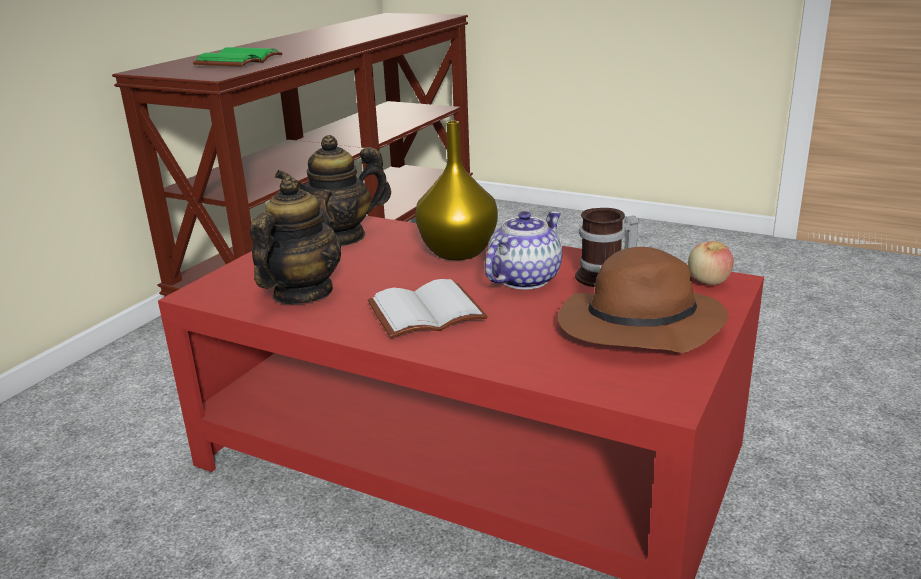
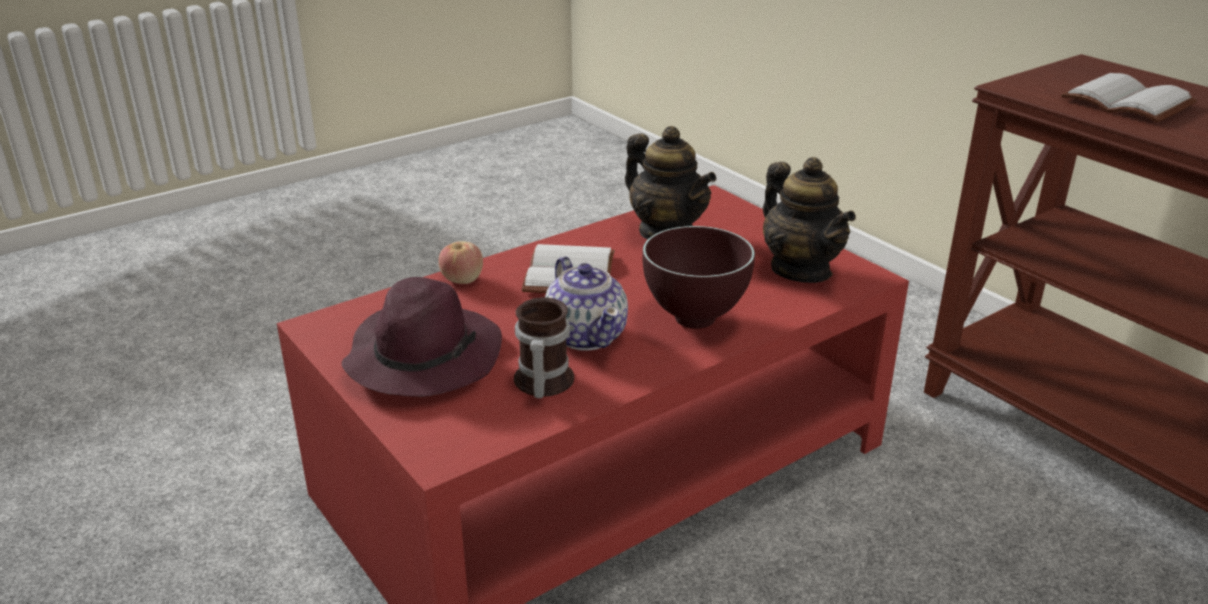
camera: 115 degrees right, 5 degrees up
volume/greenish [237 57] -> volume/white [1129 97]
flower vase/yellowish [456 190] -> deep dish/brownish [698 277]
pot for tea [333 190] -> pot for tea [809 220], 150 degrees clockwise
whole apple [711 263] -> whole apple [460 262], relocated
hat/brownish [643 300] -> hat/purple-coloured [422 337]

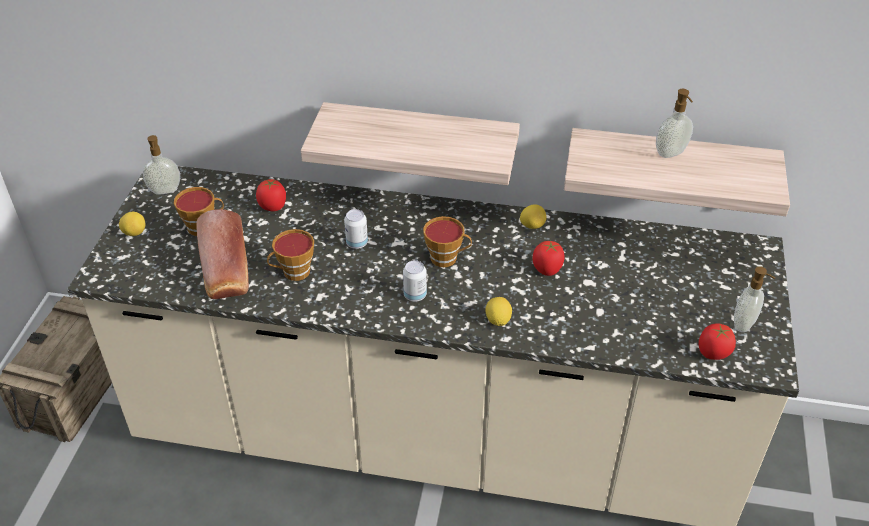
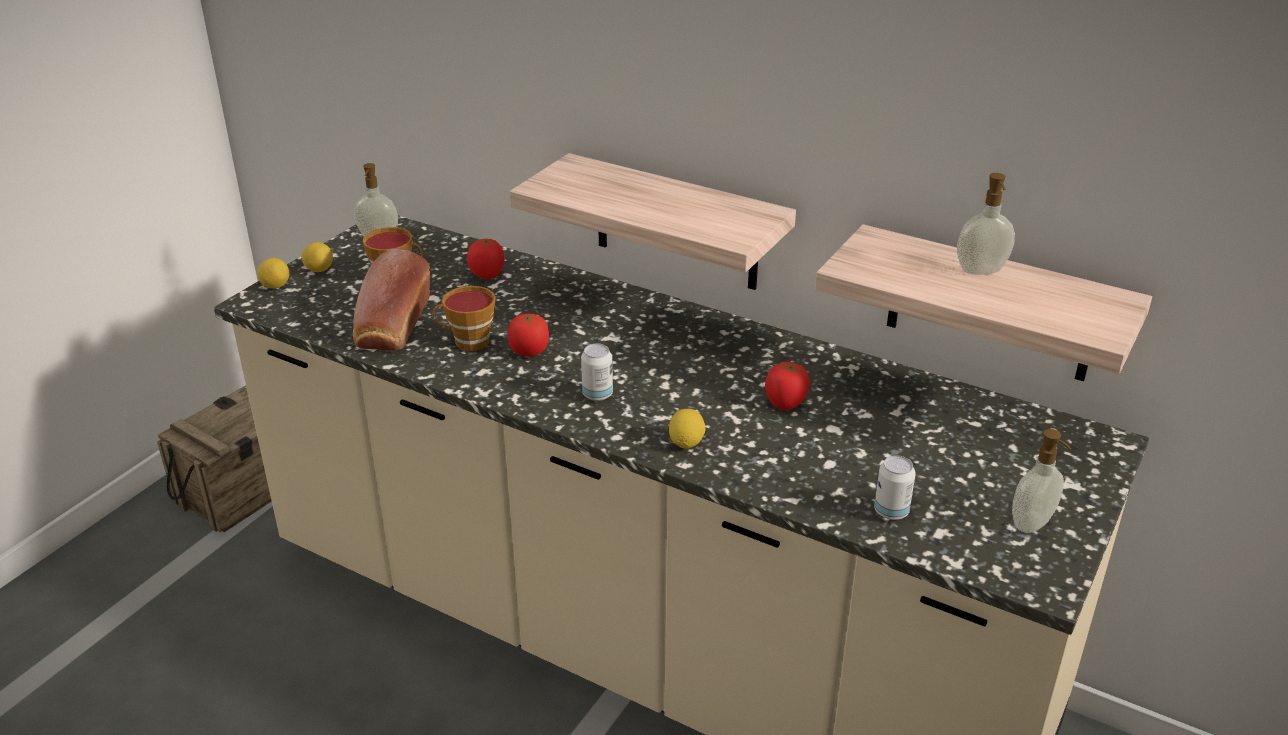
camera: 20 degrees right, 10 degrees down
citrus fruit [533 216] -> citrus fruit [273 273], relocated
sealed can [356 229] -> sealed can [895 487], relocated
small cup [447 241] -> none
fresh tomato [717 341] -> fresh tomato [528 335], relocated

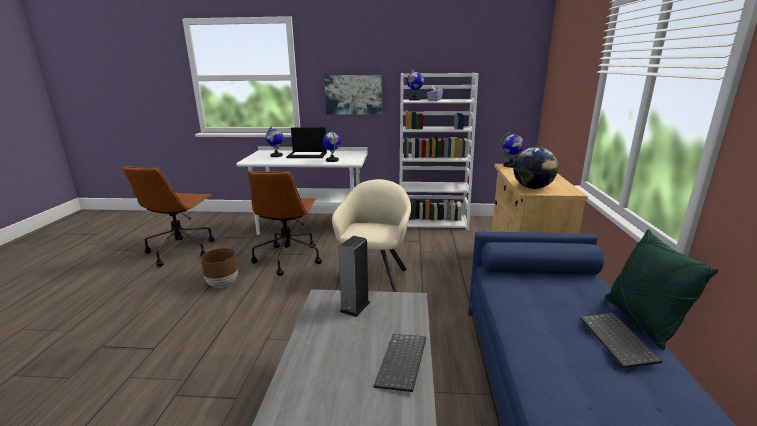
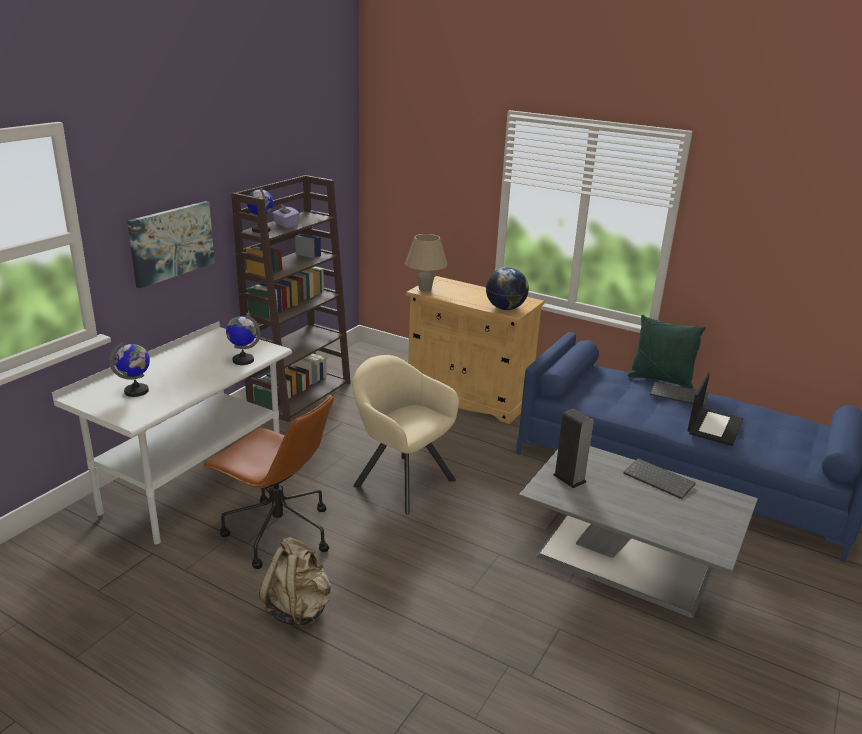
camera: 65 degrees left, 5 degrees up
bookshelf/white [439 151] -> bookshelf/brownish [291 298]
portable computer [306 142] -> portable computer [715 409], relocated
world globe [512 150] -> tabletop lamp/beige [426 263]
computer chair/brownish [168 216] -> none
plant pot/brownish [219 268] -> backpack/beige [295 583]

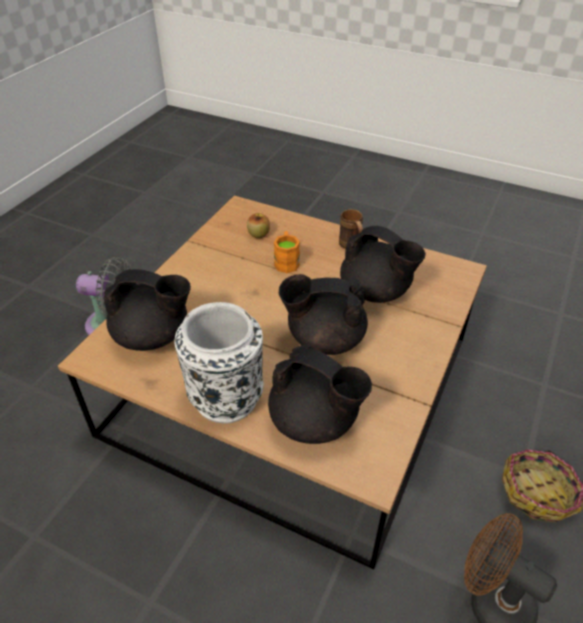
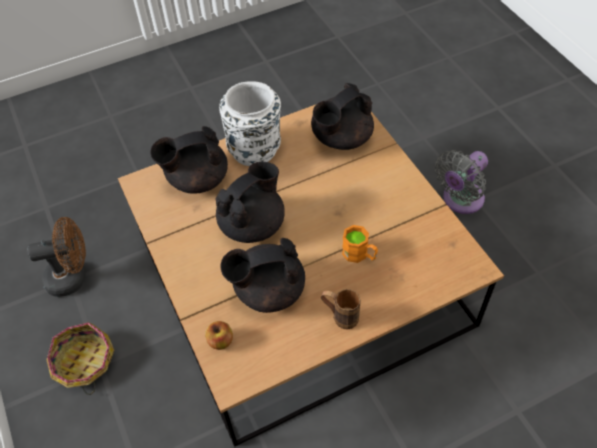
camera: 130 degrees right, 10 degrees up
whole apple [258 225] -> whole apple [219 335], relocated

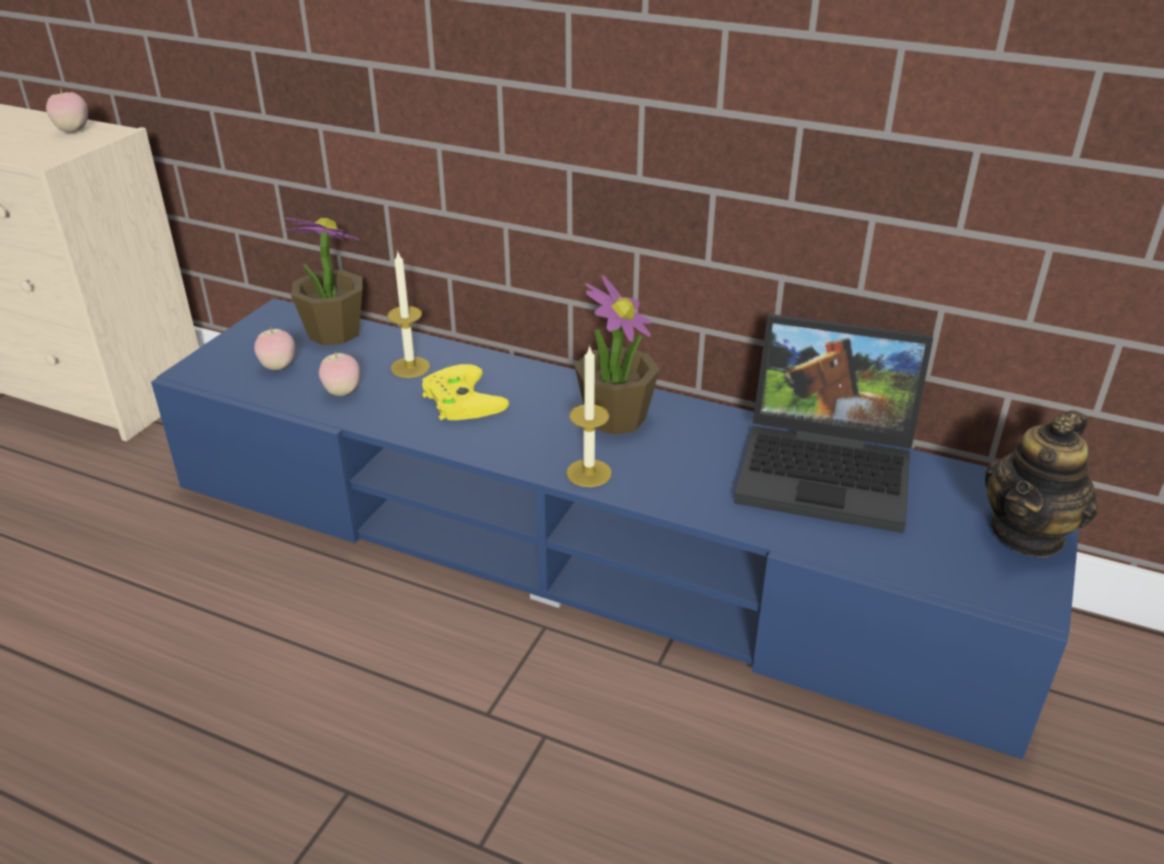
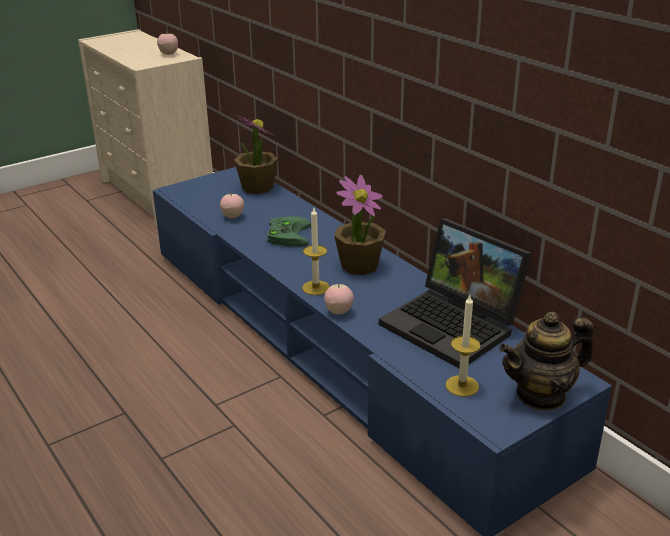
camera: 30 degrees right, 5 degrees down
wax light [408 314] -> wax light [462 346], relocated
whole apple [274 348] -> whole apple [339 299], relocated
gamepad/yellowish [465 392] -> gamepad/greenish [289 231]

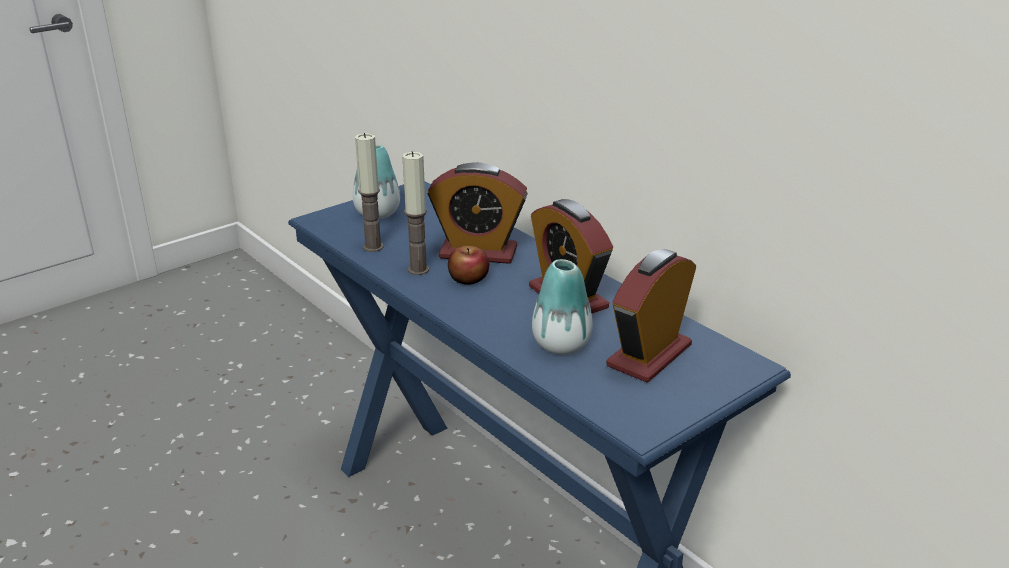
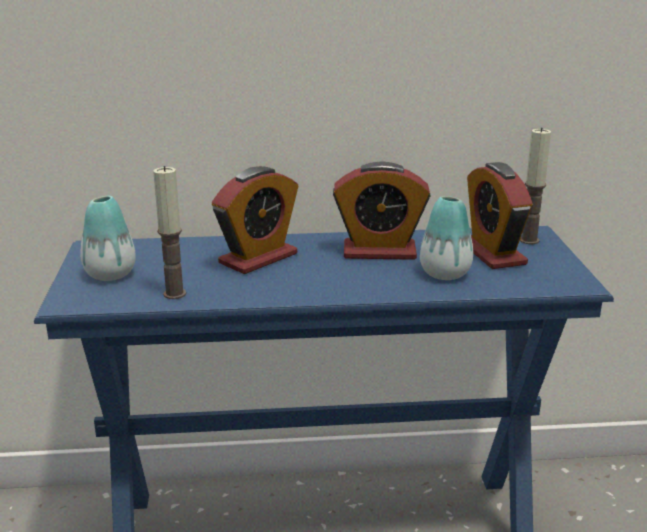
camera: 55 degrees left, 5 degrees down
wax light [415 213] -> wax light [535 185], relocated
whole apple [468 265] -> none

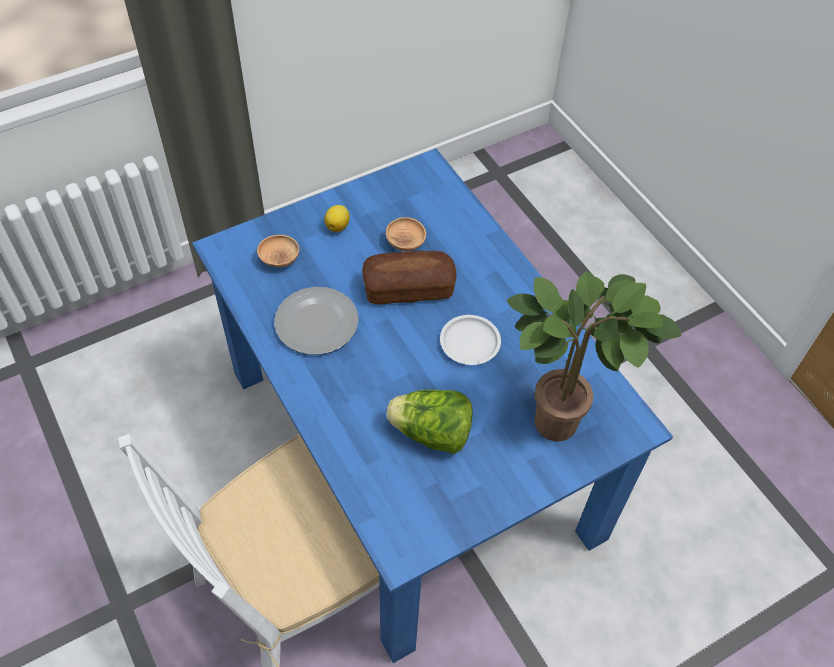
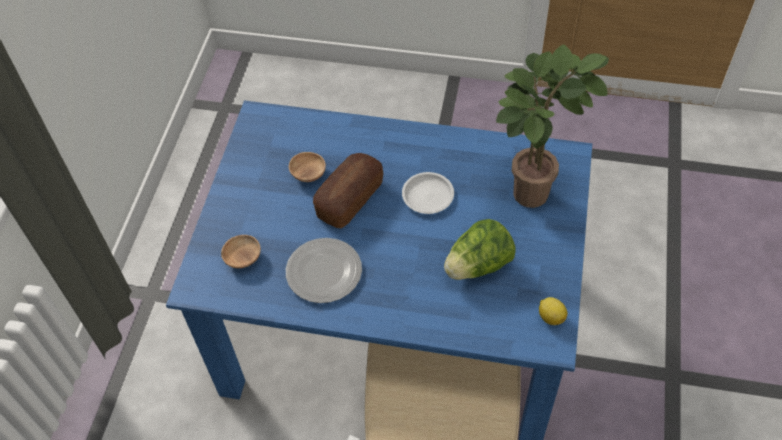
camera: 45 degrees left, 0 degrees up
citrus fruit [337 218] -> citrus fruit [553 311], relocated

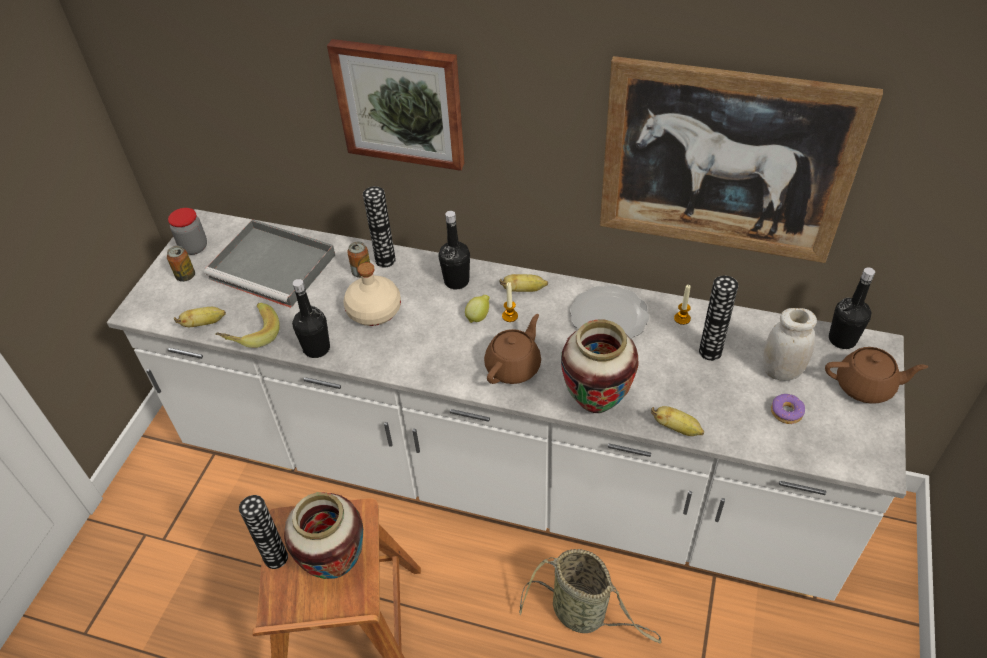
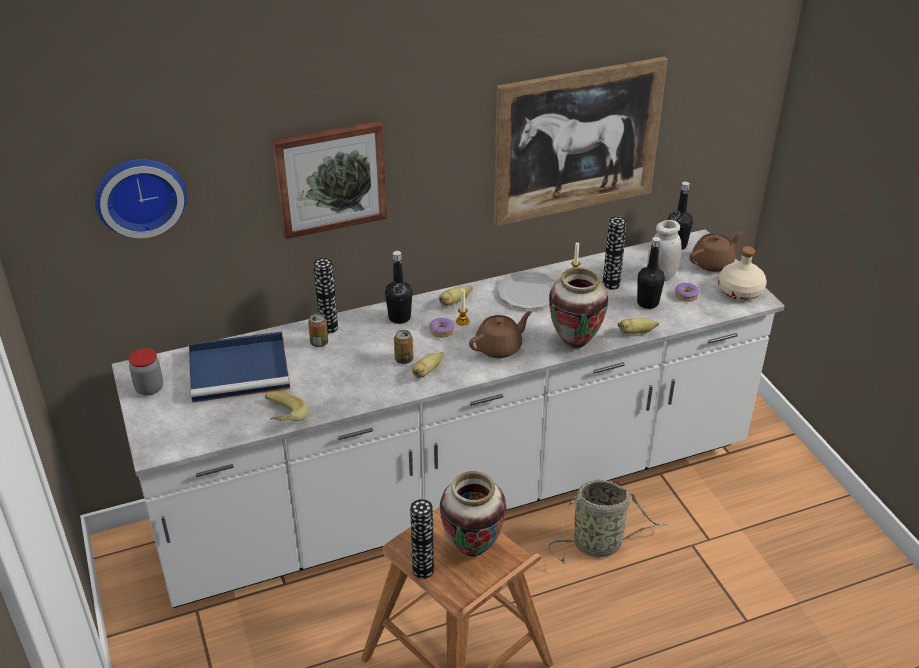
camera: 40 degrees left, 10 degrees down
serving tray/greyish [269 263] -> serving tray/blue-coloured [239 367]
sealed can [181 264] -> sealed can [403 347], relocated
drink bottle/beige [372 294] -> drink bottle/beige [742 273], relocated
drink bottle/black [311 318] -> drink bottle/black [651 273], relocated
citrus fruit [477 309] -> donut [441 327]
banana [200 317] -> banana [428 365], relocated
pot for tea/brownish [512 349] -> pot for tea/brownish [500 334], 60 degrees clockwise
none -> hanging clock [141 198]

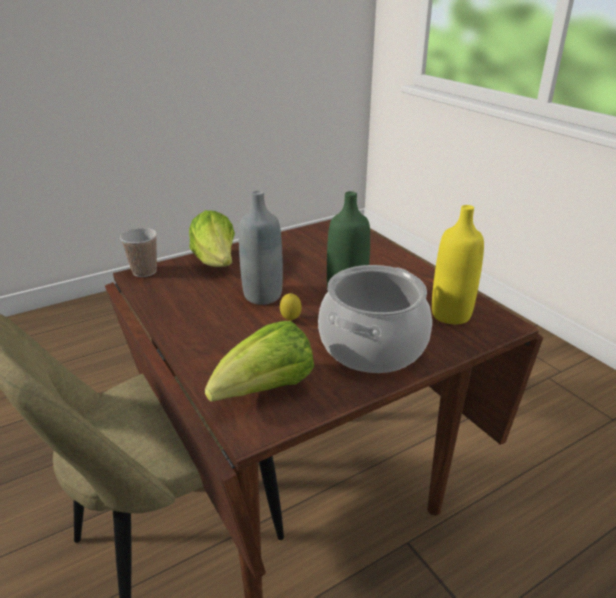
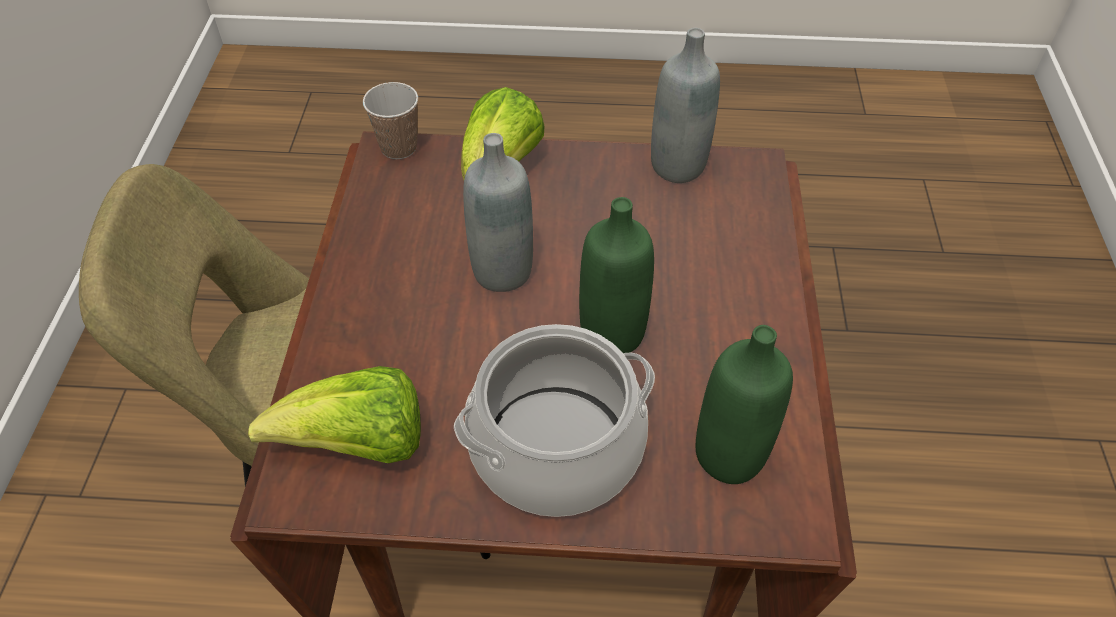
camera: 35 degrees right, 20 degrees up
drink bottle/yellowish [458 264] -> drink bottle/greenish [744 404]
citrus fruit [290 307] -> none
none -> drink bottle/greyish [685 105]

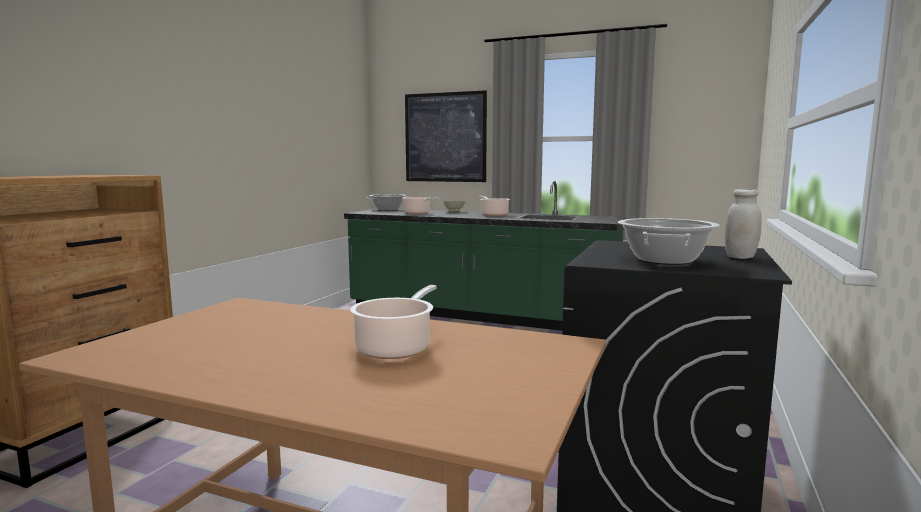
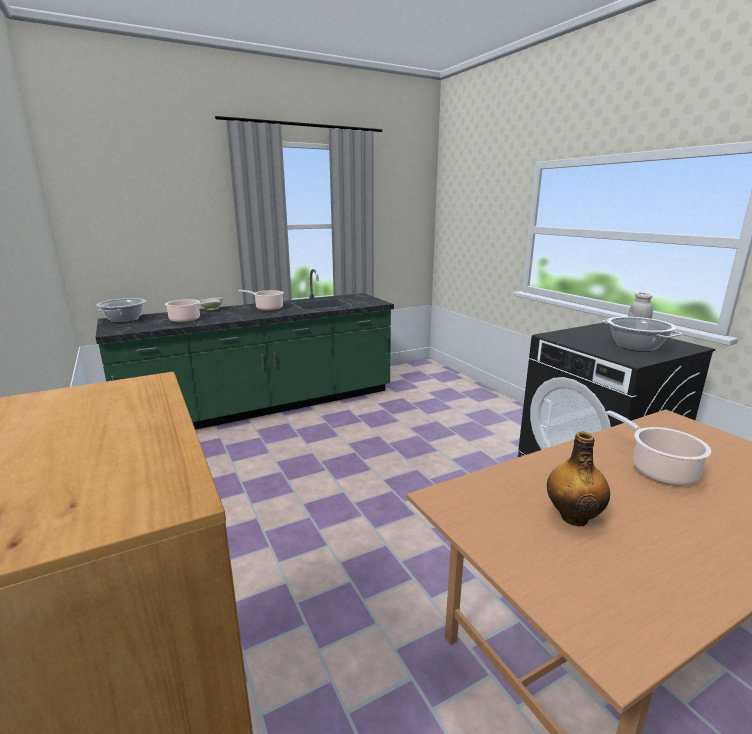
camera: 50 degrees left, 10 degrees up
wall picture [446 136] -> none
none -> drink bottle [578 479]

